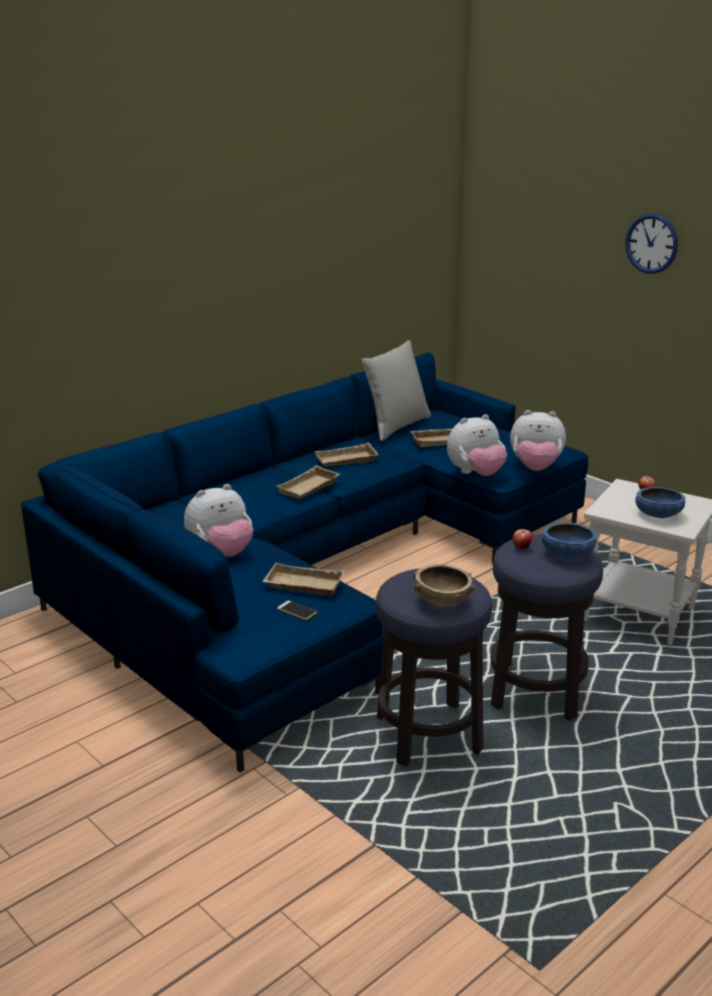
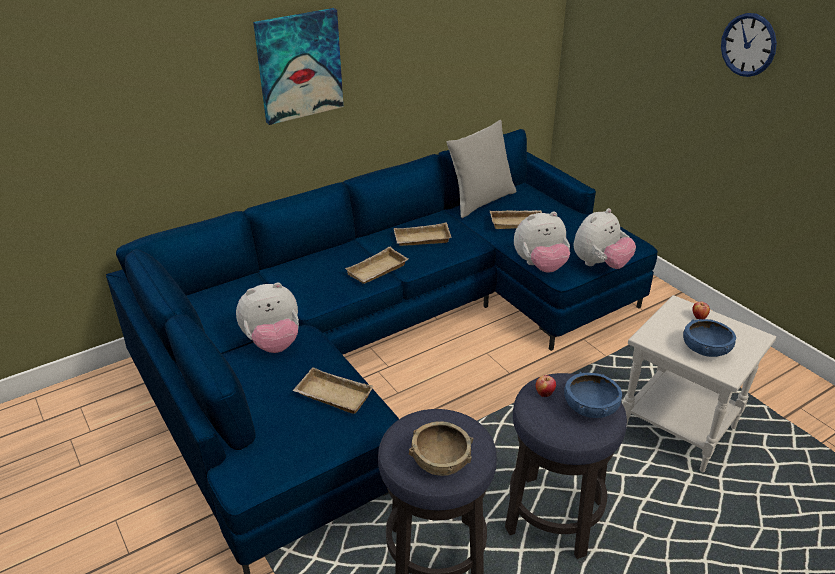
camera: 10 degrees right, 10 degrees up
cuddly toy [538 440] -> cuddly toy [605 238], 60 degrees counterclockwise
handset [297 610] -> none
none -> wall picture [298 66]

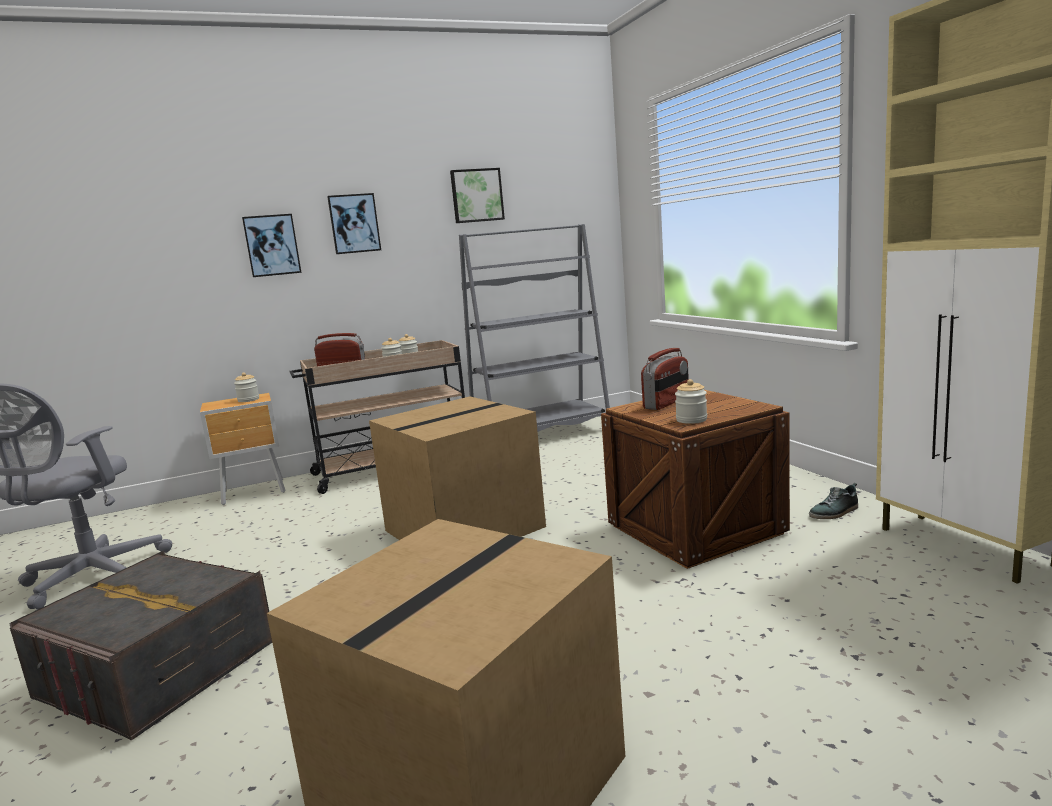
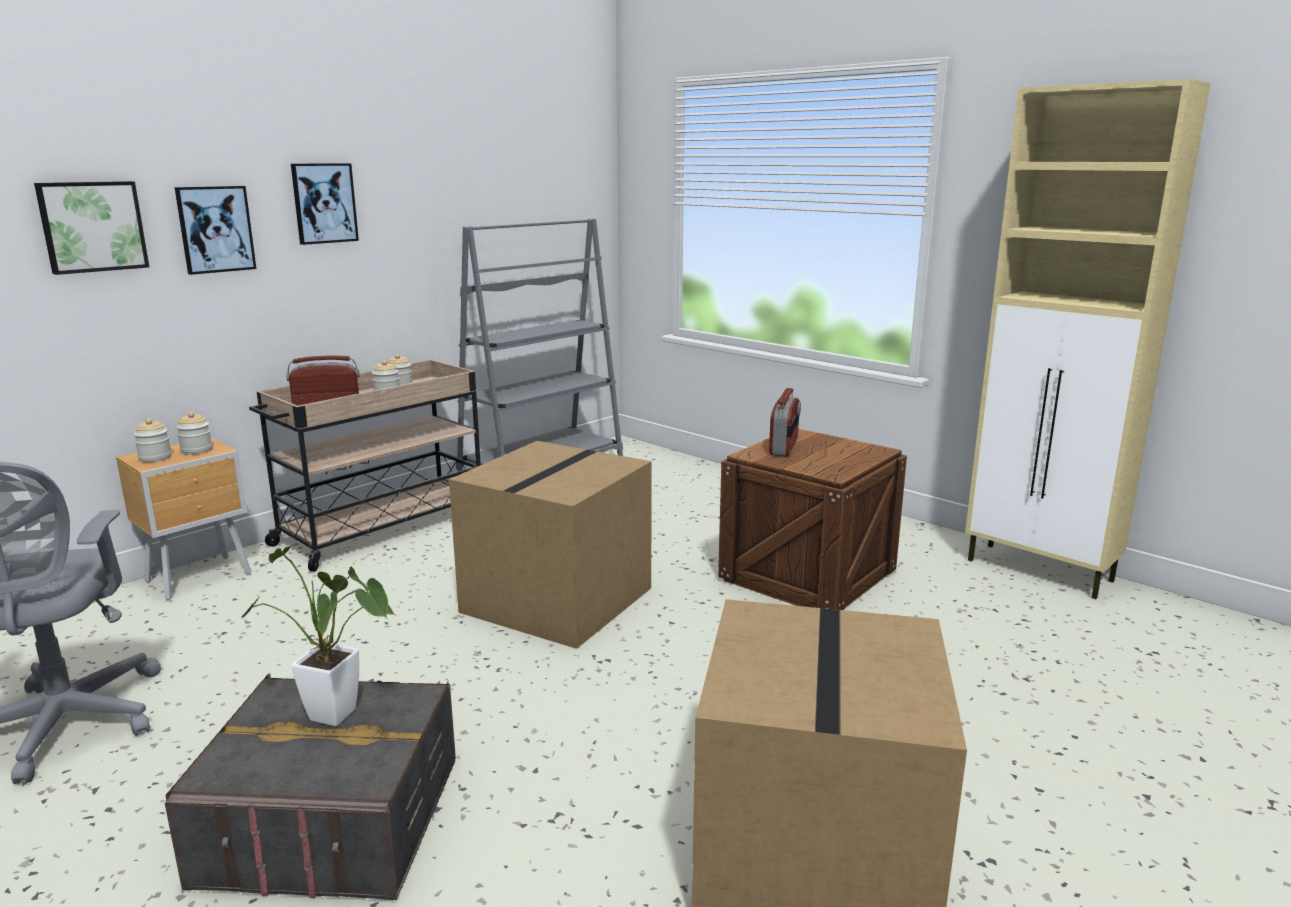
camera: 25 degrees left, 5 degrees up
wall picture [477 195] -> wall picture [91 228], relocated
jar [691 401] -> jar [153 440], relocated
item of footwear [833 501] -> none
none -> plant in a pot [318 636]

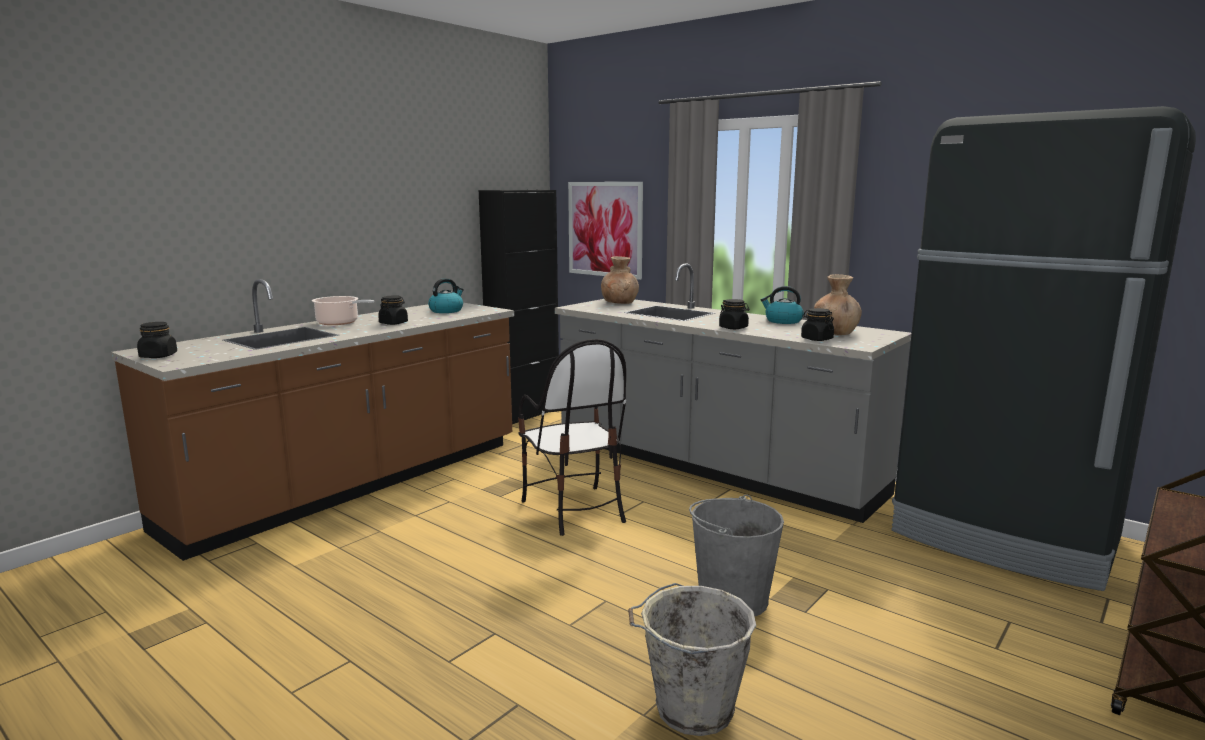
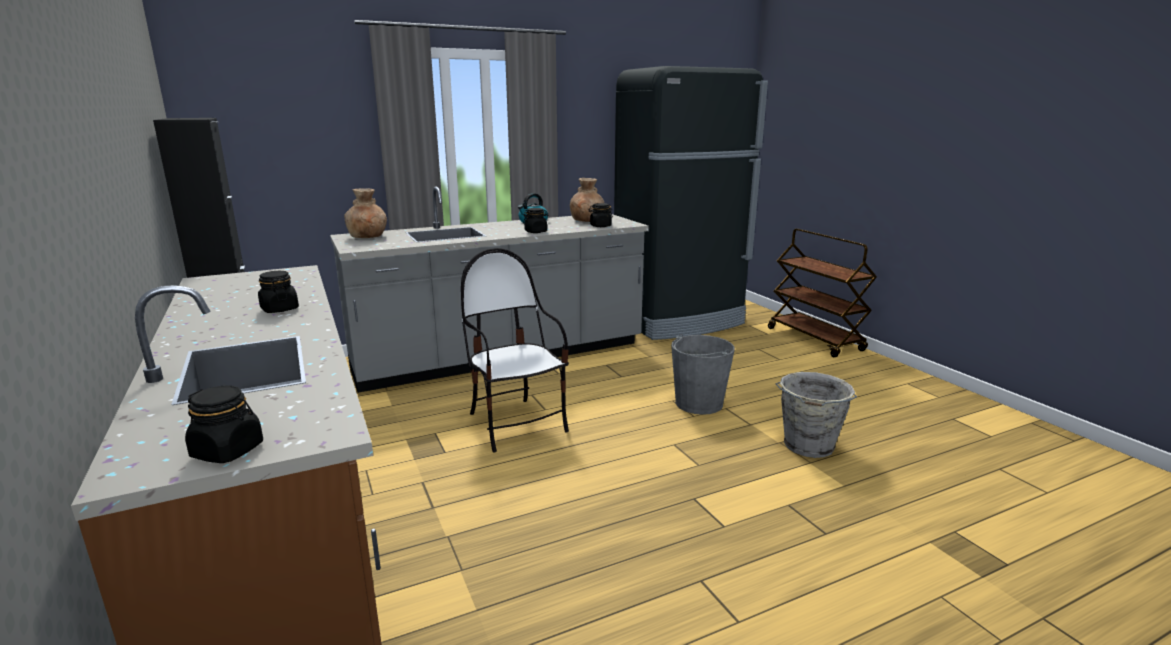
camera: 65 degrees left, 5 degrees up
wall picture [605 231] -> none
water kettle [446 295] -> none
cooking pot [343 310] -> none
upright chair [572 437] -> upright chair [515 350], 120 degrees counterclockwise

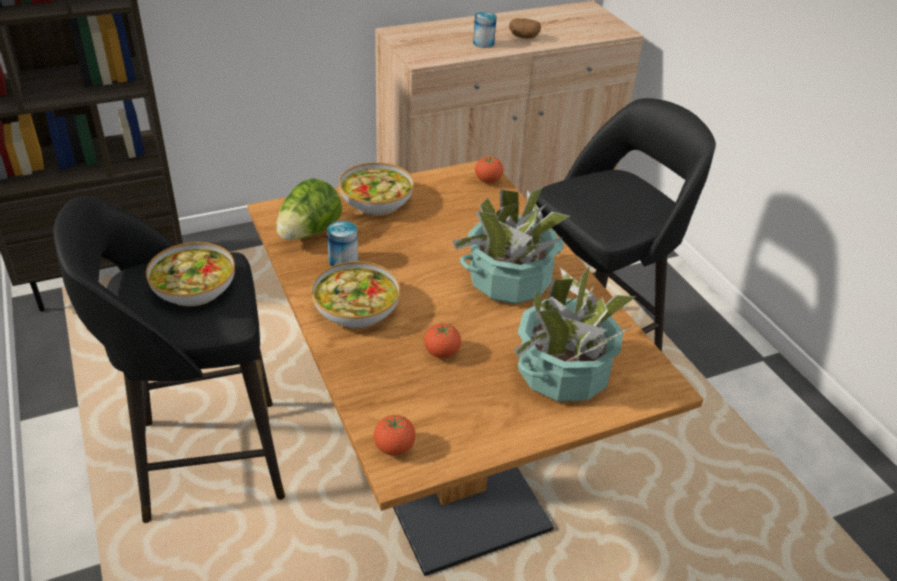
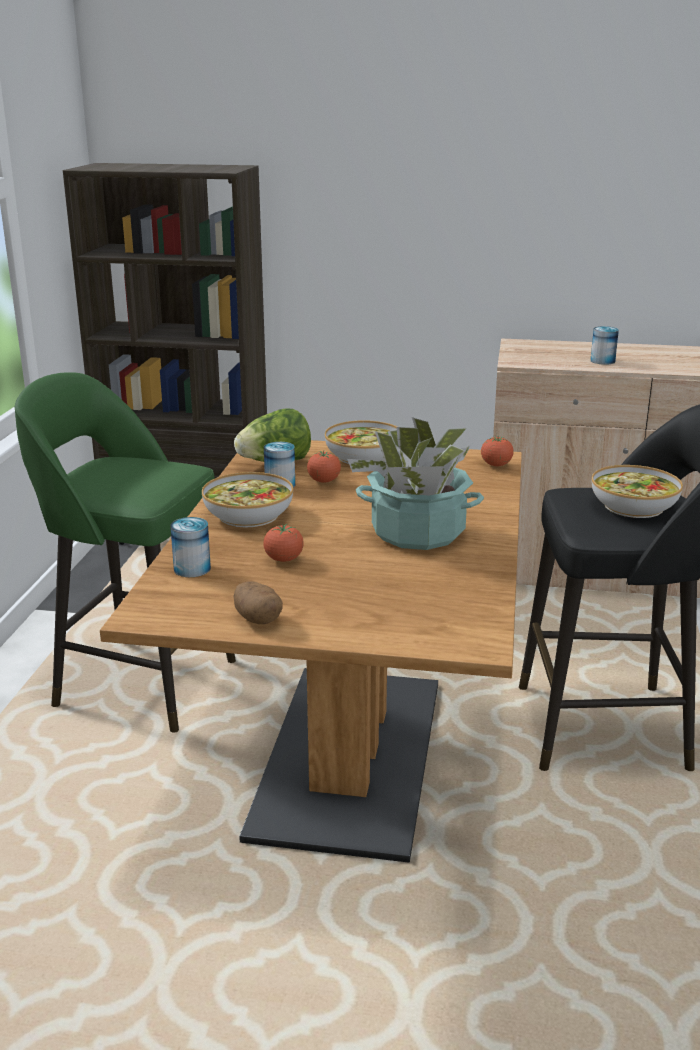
camera: 35 degrees right, 15 degrees down
whole potato [525 28] -> whole potato [258 602], relocated
sitting stool/black [169 359] -> sitting stool/greenish [125 552]
deep dish [190 274] -> deep dish [637 491], relocated
plant in a pot [575 333] -> none
fresh tomato [395 435] -> fresh tomato [324 467], relocated
none -> sealed can [190 547]

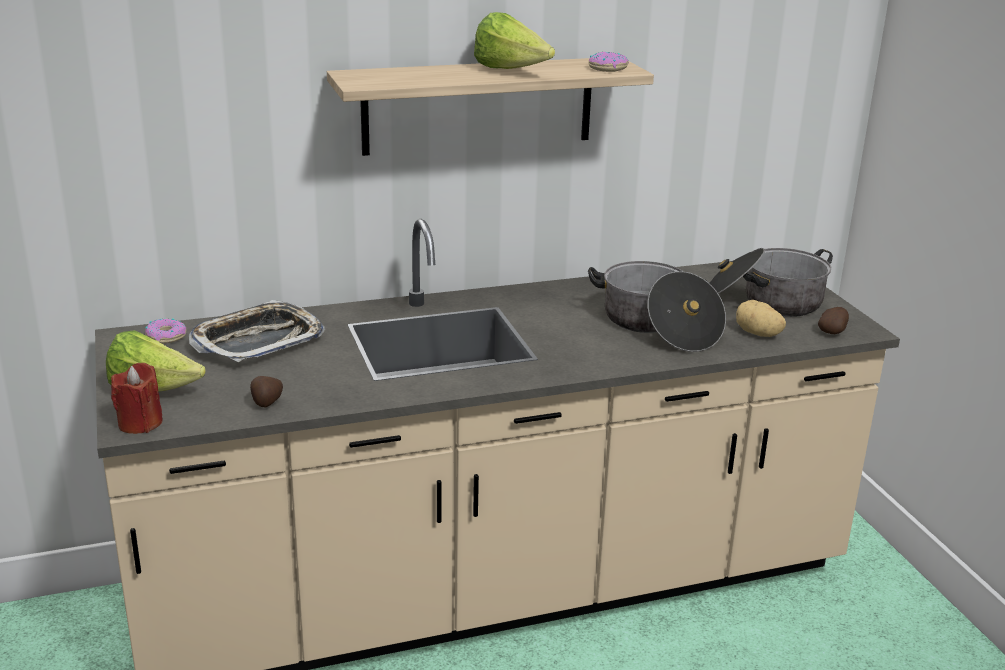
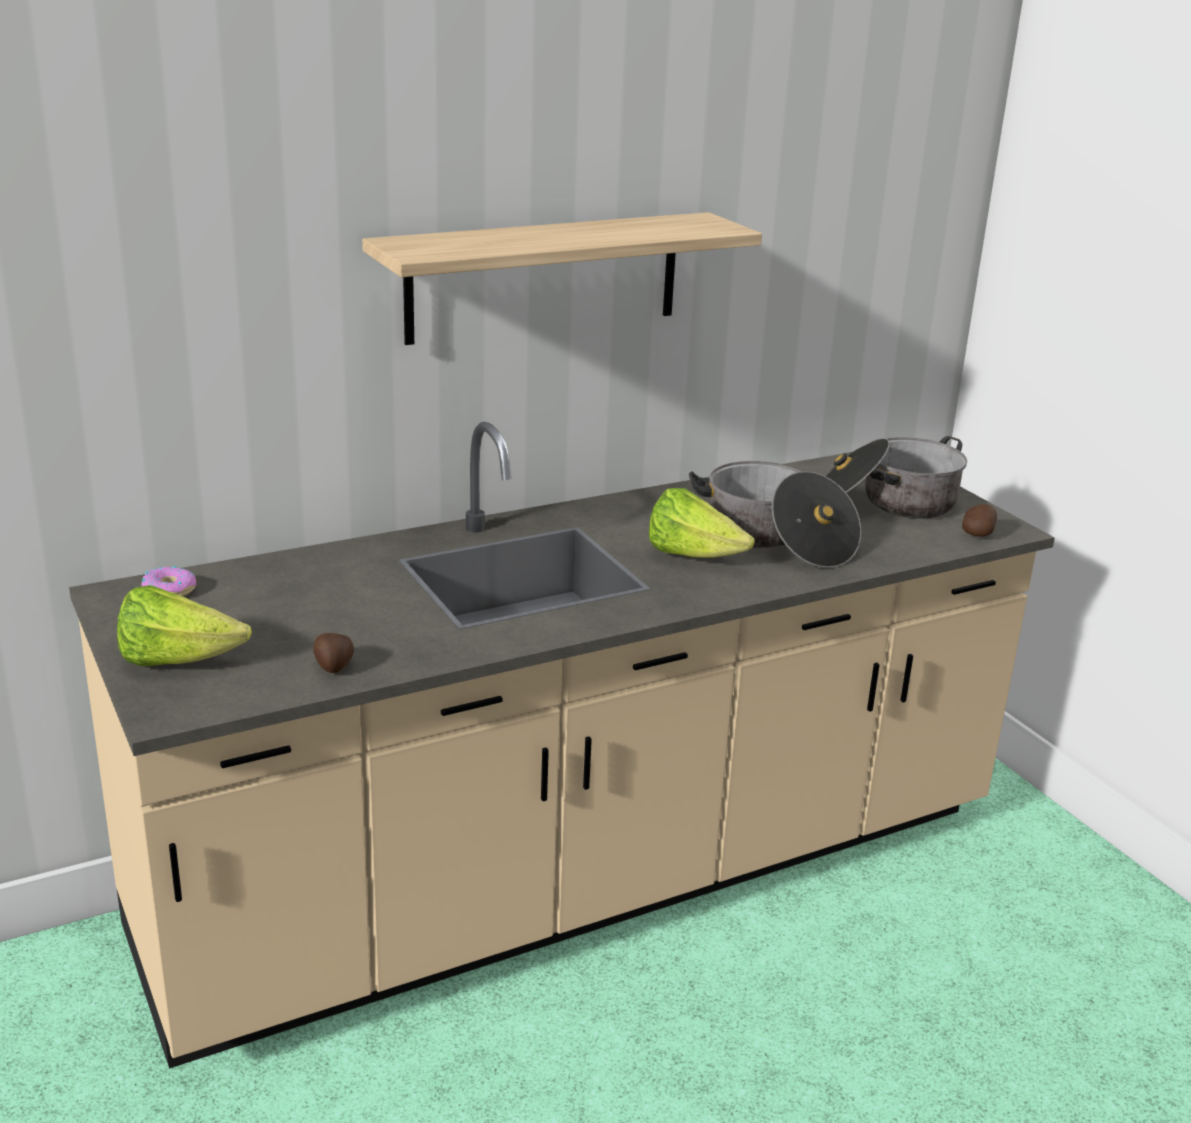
camera: 10 degrees left, 0 degrees up
lettuce head [514 40] -> lettuce head [702 523], relocated
donut [608 62] -> none
serving tray [257 331] -> none
whole potato [761 318] -> none
wax light/red [137 398] -> none

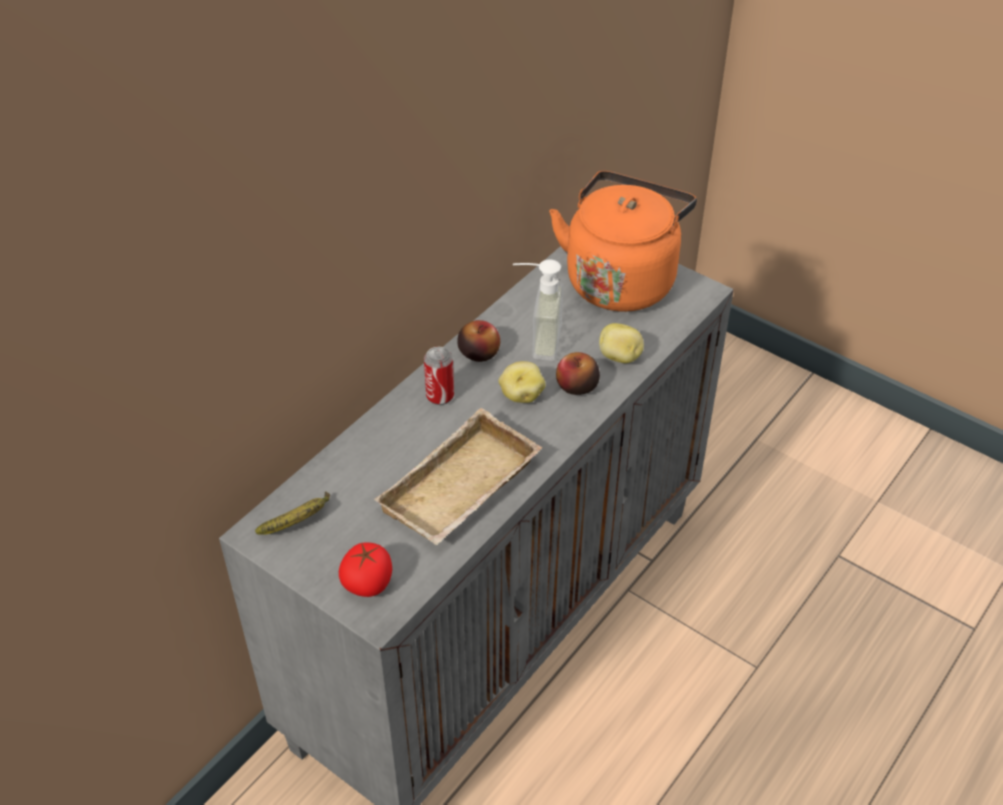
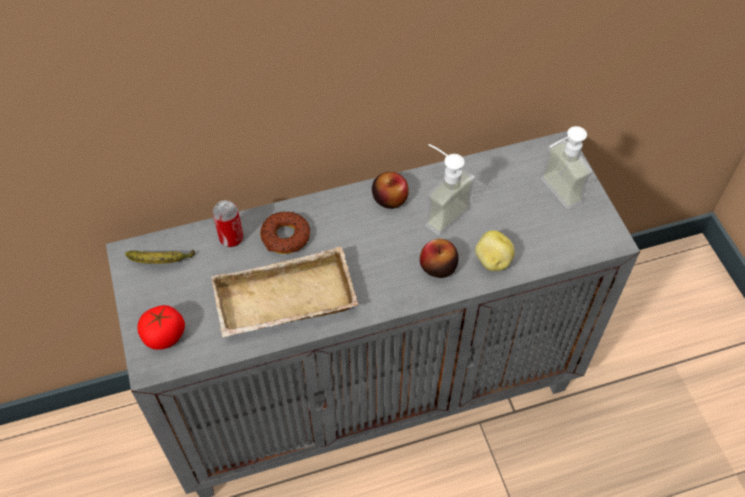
camera: 35 degrees right, 10 degrees up
water kettle/orange [623 241] -> soap bottle [566 167]
sealed can [439 376] -> sealed can [228 223], relocated
whole potato [522 382] -> none
none -> donut [285 232]

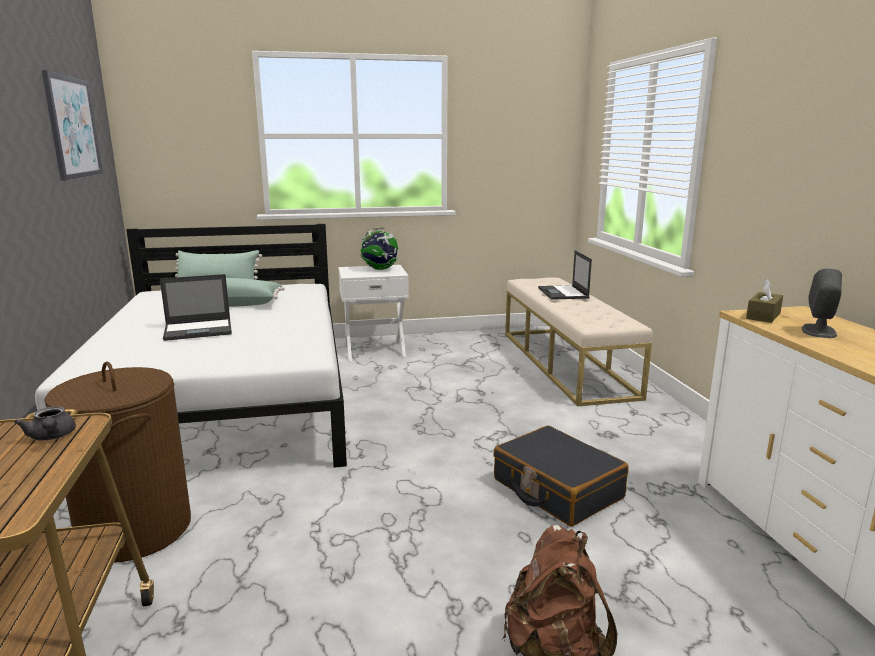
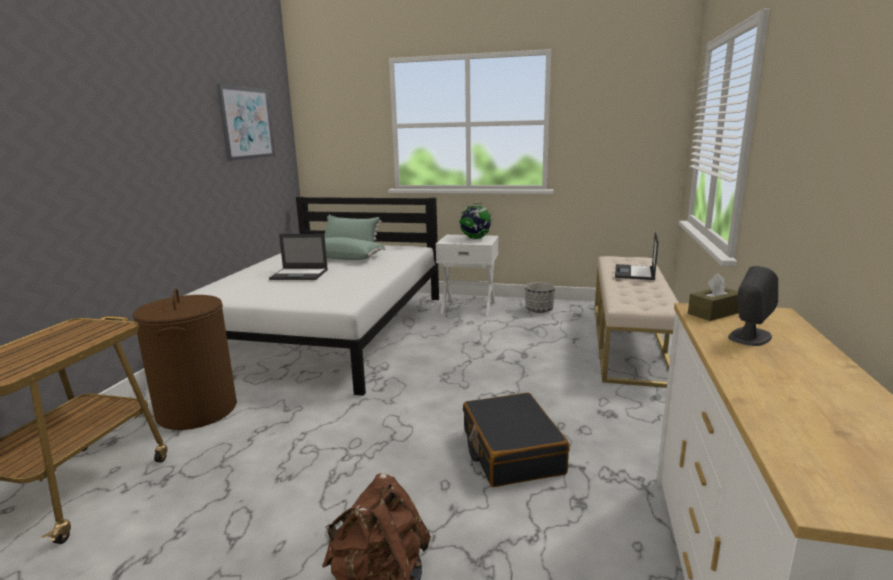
camera: 25 degrees right, 0 degrees up
pot for tea/greyish [45 423] -> none
none -> plant pot [540 297]

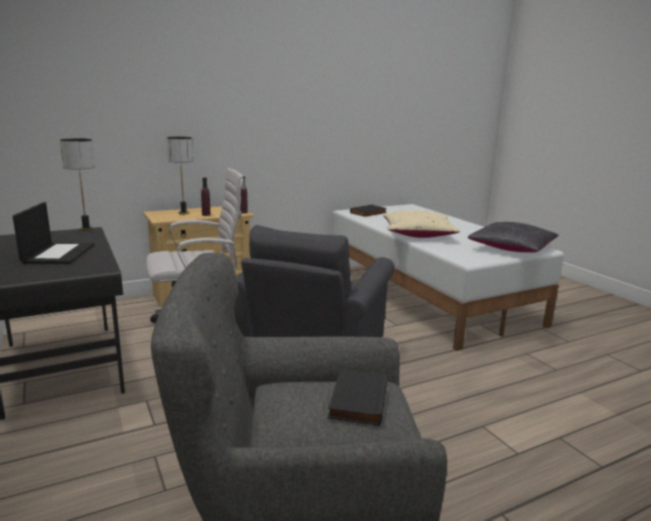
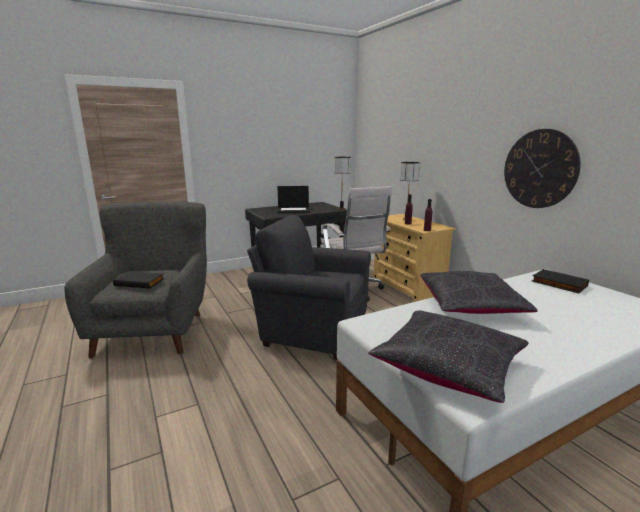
camera: 90 degrees right, 0 degrees up
throw pillow/beige [421 224] -> throw pillow/black [478 292]
none -> hanging clock [542 168]

